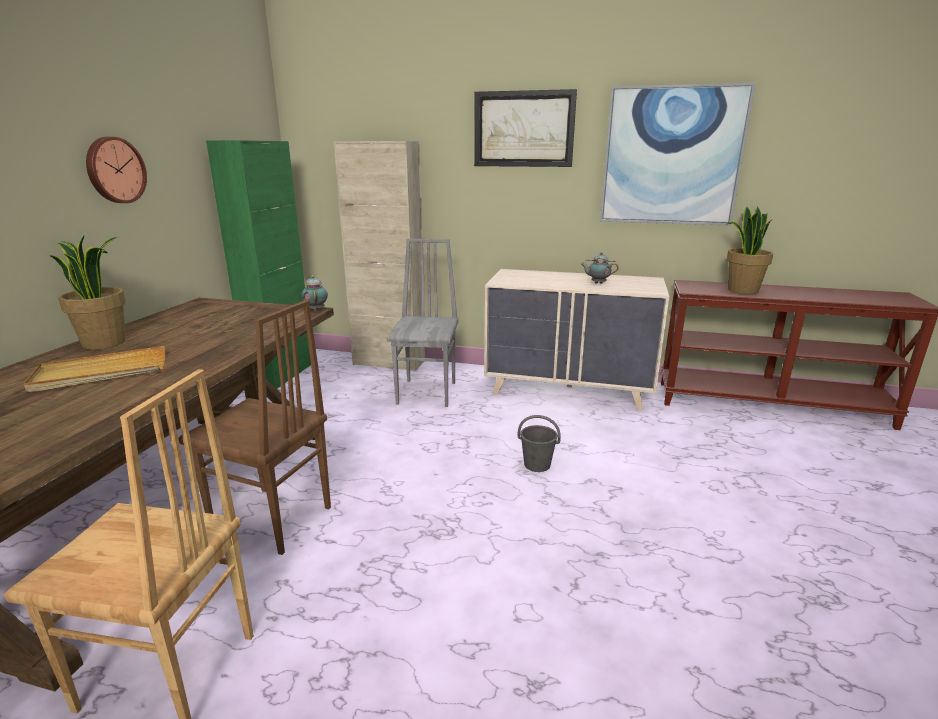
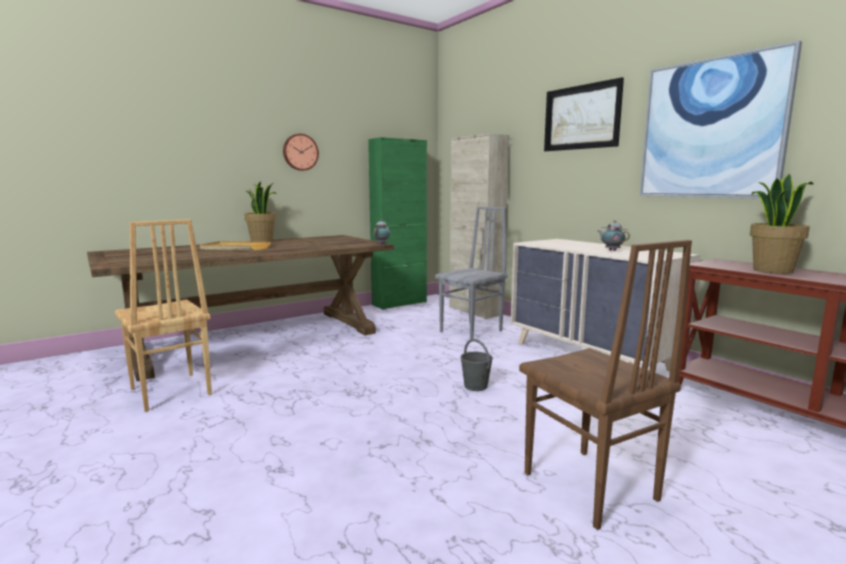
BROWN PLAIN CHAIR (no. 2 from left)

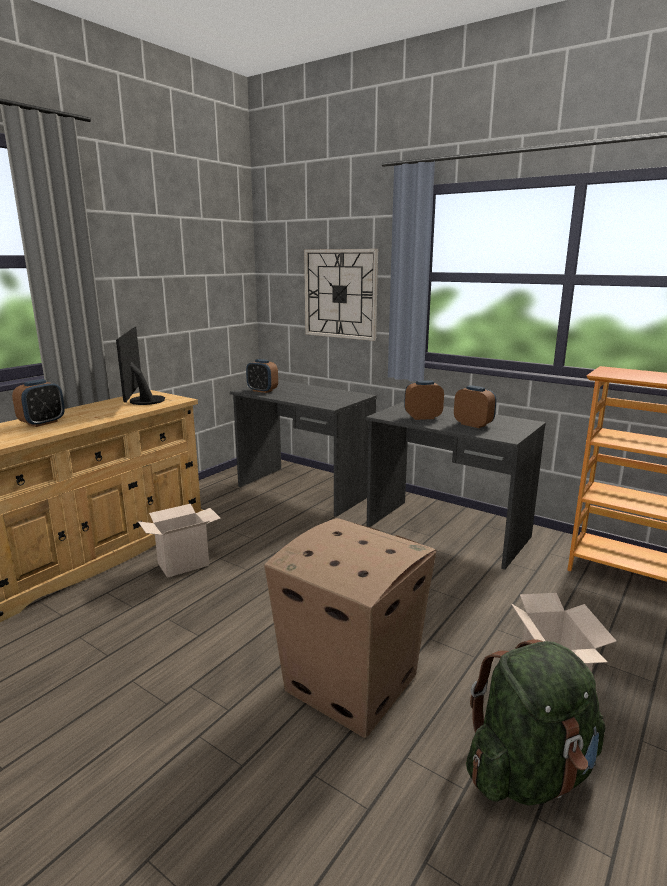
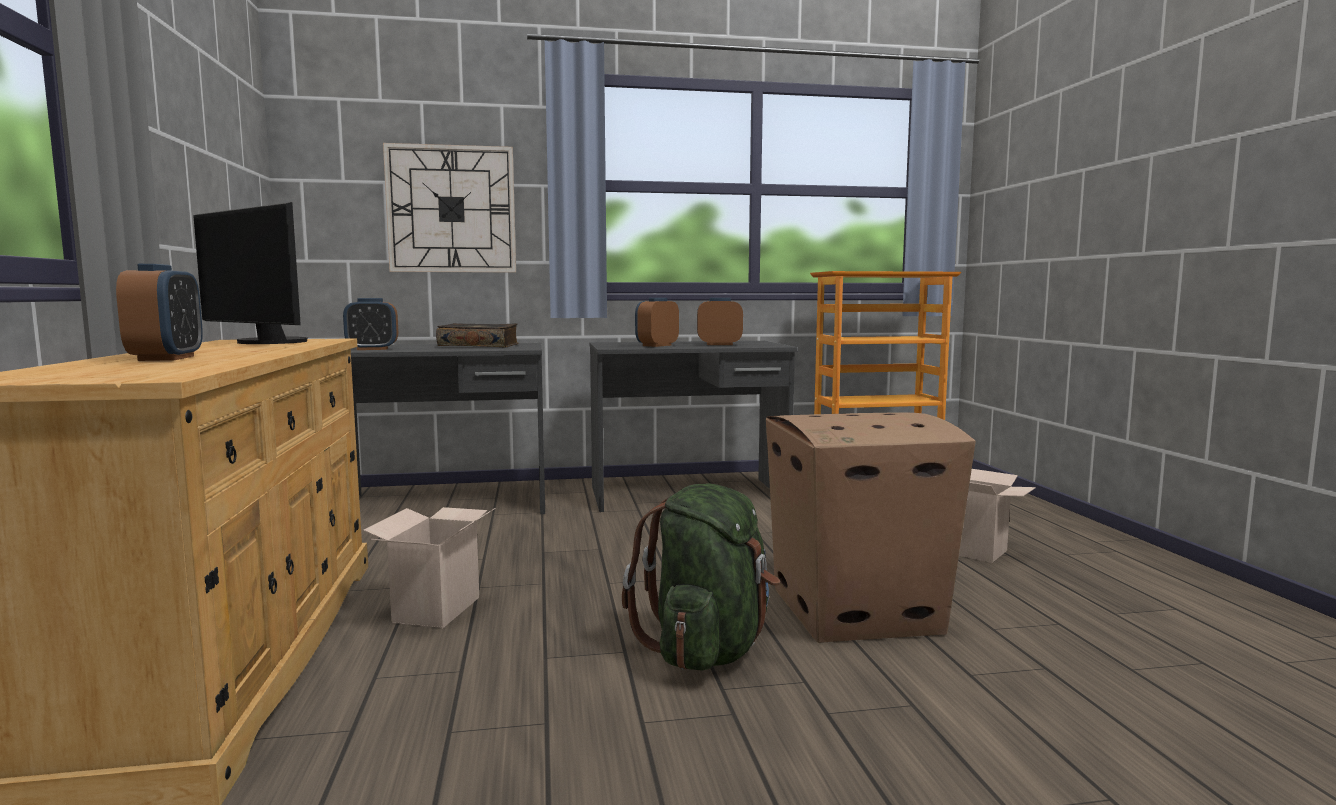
BOOK
GREEN BACKPACK

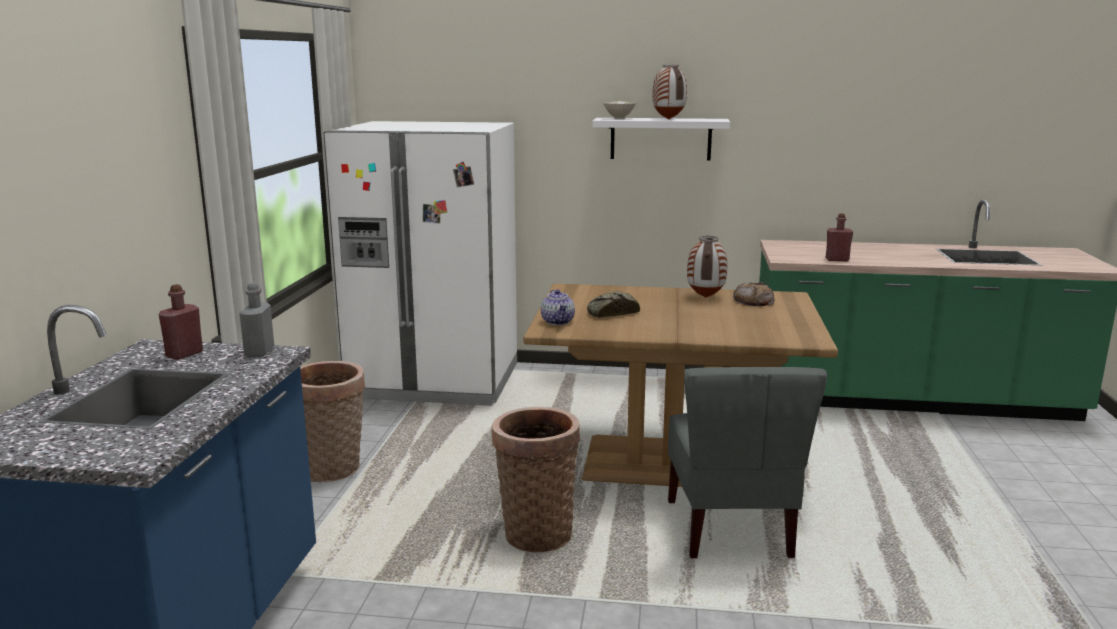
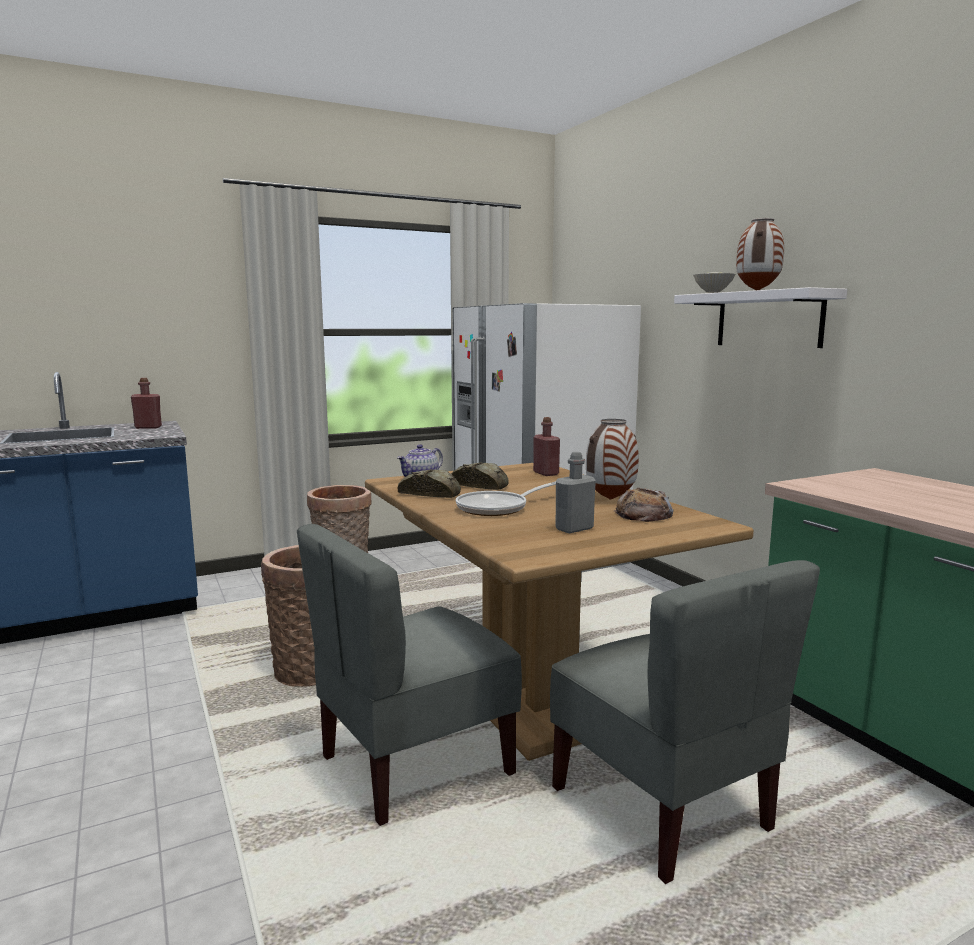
BREAD (no. 1 from left)
SKILLET
GREYISH PLAIN CHAIR (no. 2 from left)
GREYISH BEVERAGE BOTTLE
RED BEVERAGE BOTTLE (no. 2 from left)

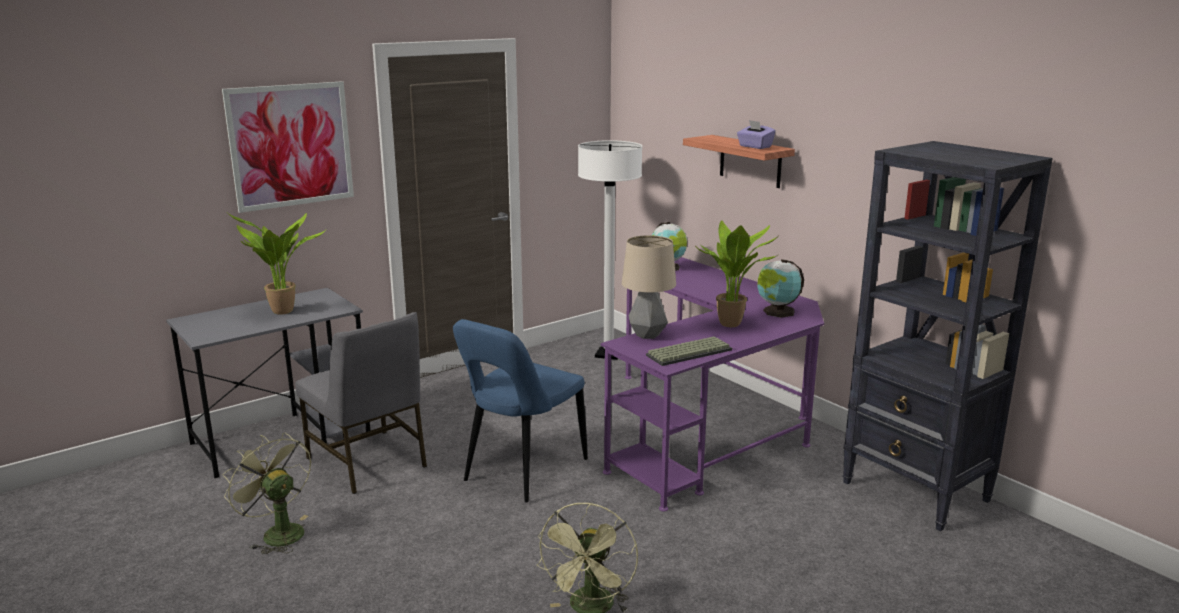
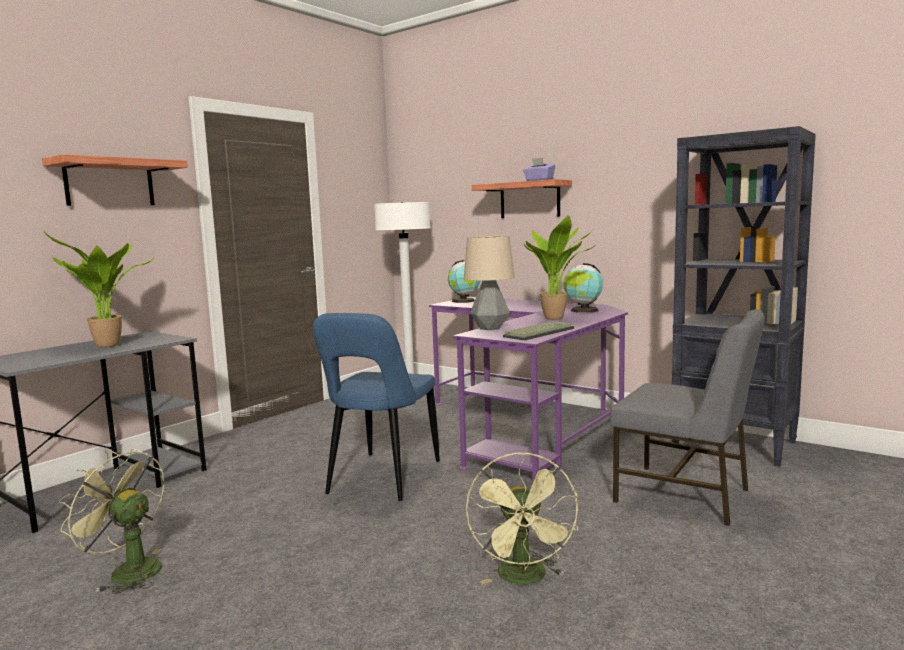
GREYISH PLAIN CHAIR
BRACKET SHELF (no. 1 from left)

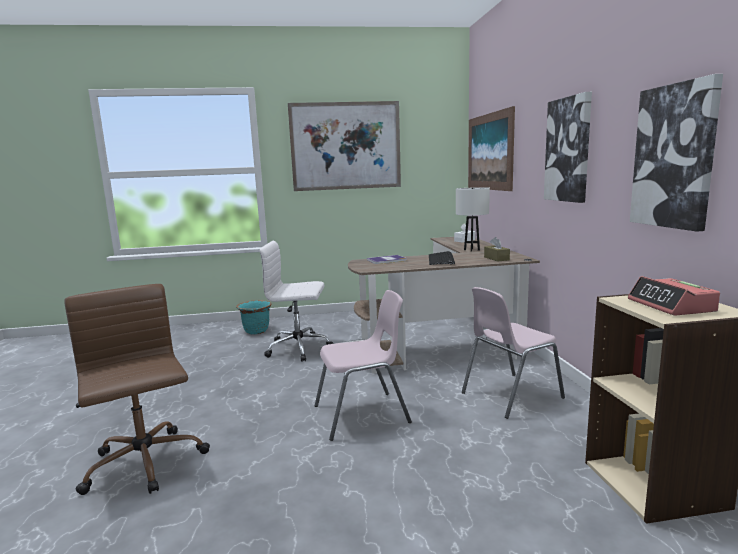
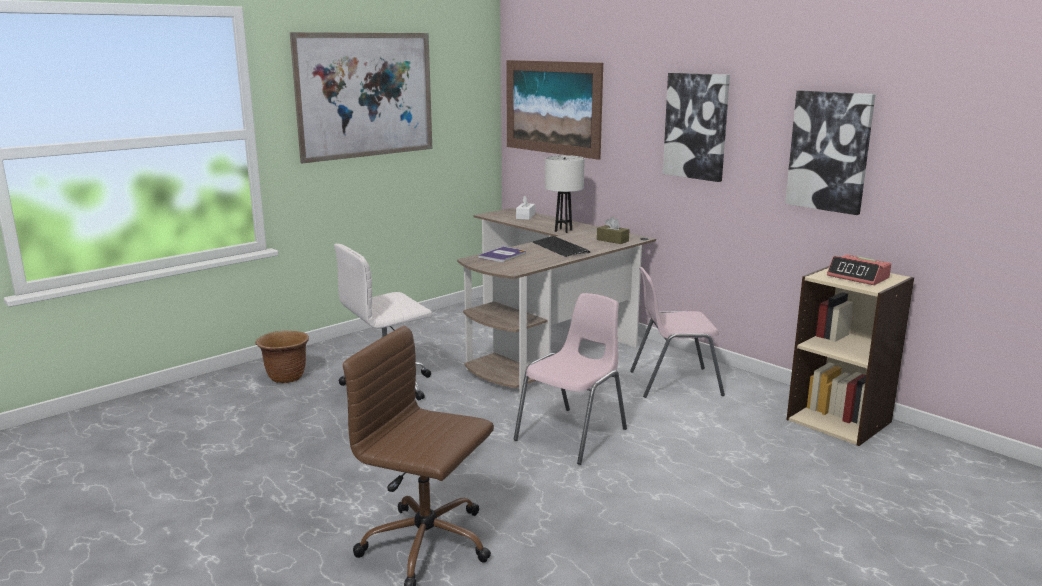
BROWN FLOWER POT
PINK-COLOURED PLAIN CHAIR (no. 2 from left)

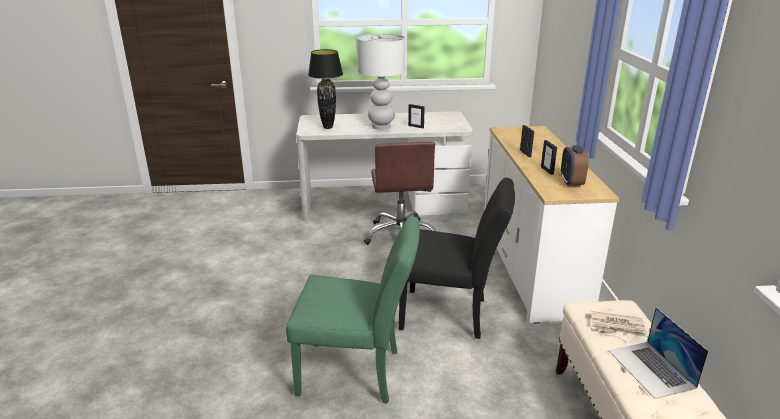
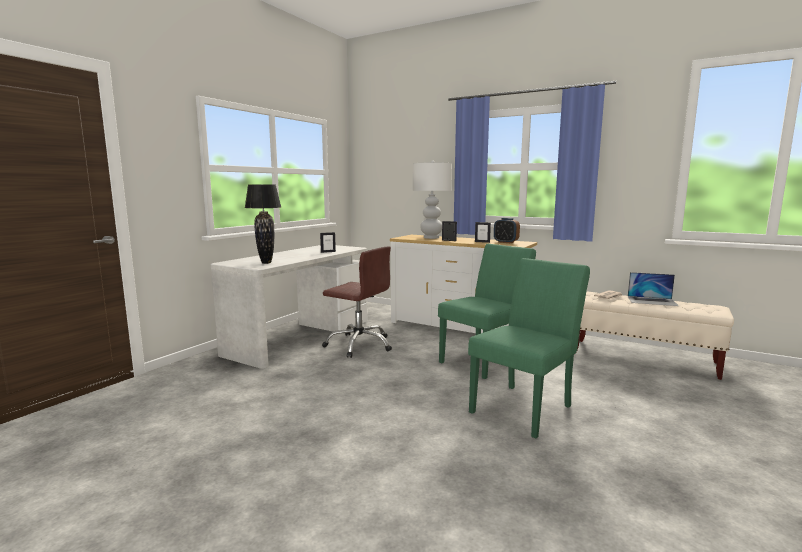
WHITISH TABLETOP LAMP
GREEN PLAIN CHAIR (no. 1 from left)

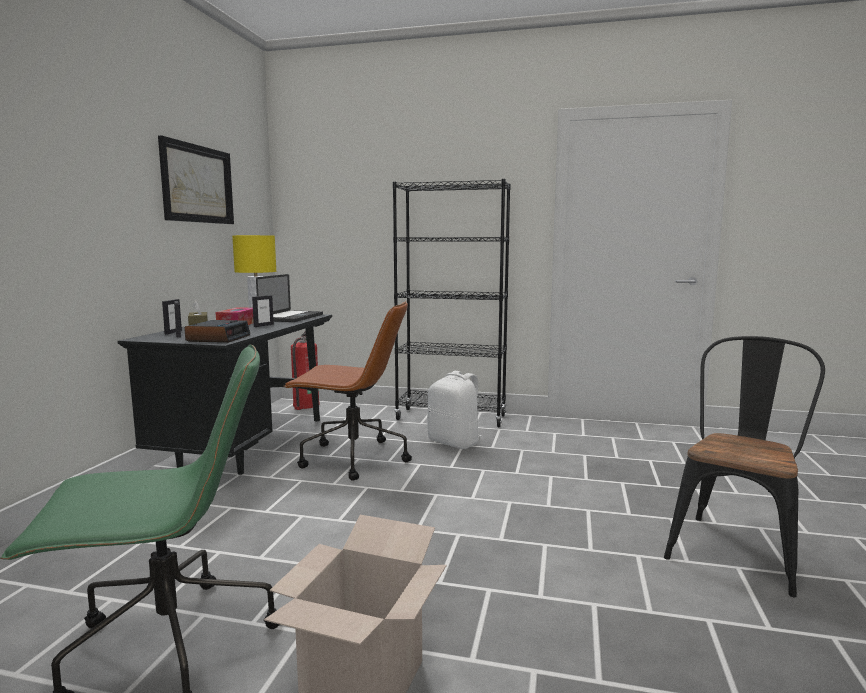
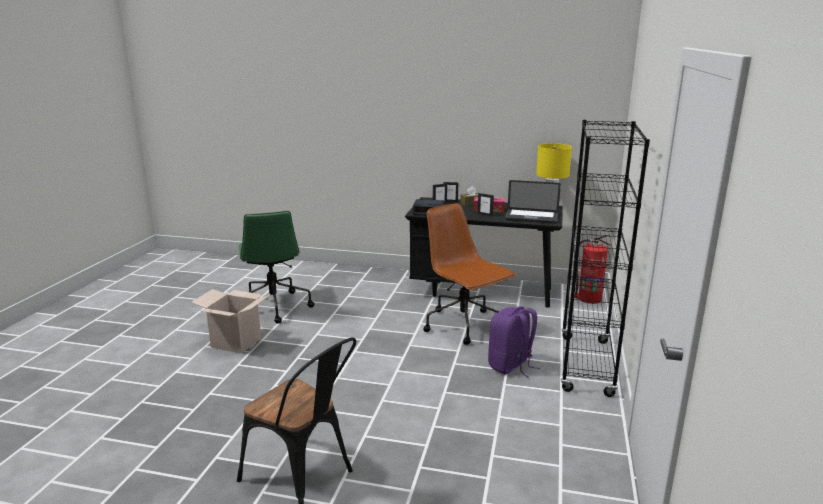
WALL ART
PURPLISH BACKPACK
BROWN COMPUTER CHAIR

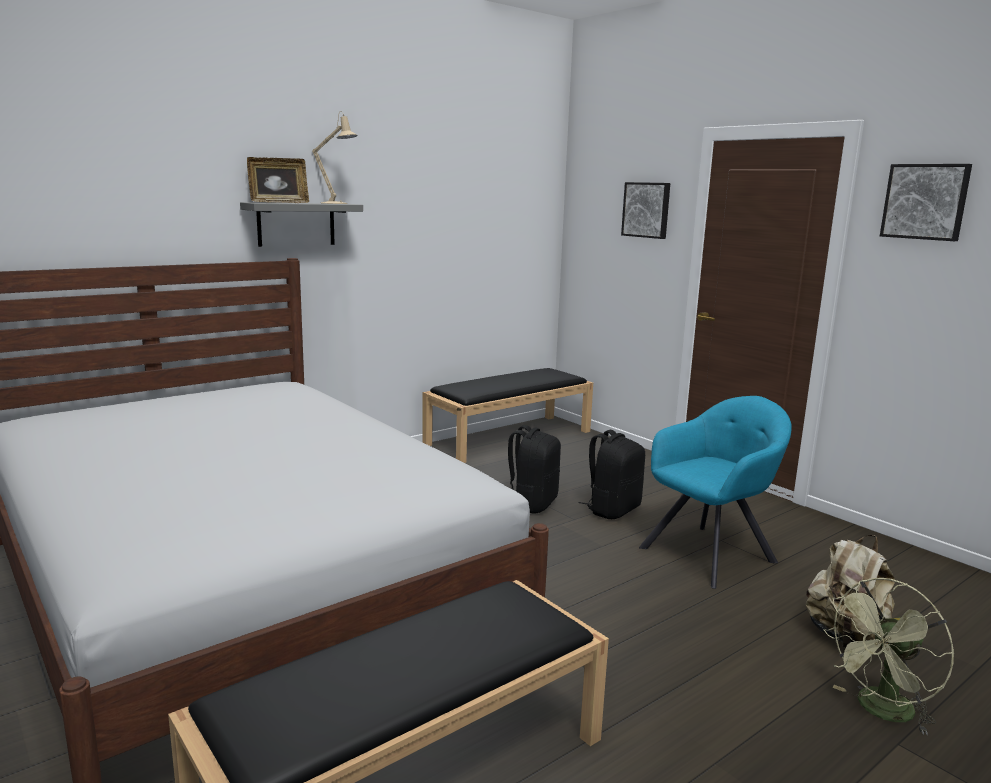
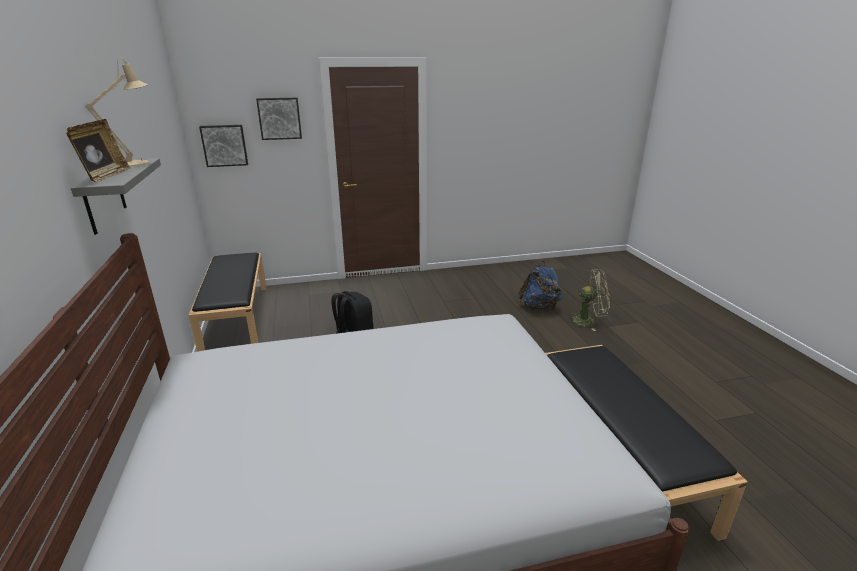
BLACK-COLOURED BACKPACK (no. 2 from left in the first image)
BLUE-GREEN ARMCHAIR
WALL ART (no. 1 from left)
BLUE-COLOURED BACKPACK
GREEN ELECTRIC FAN

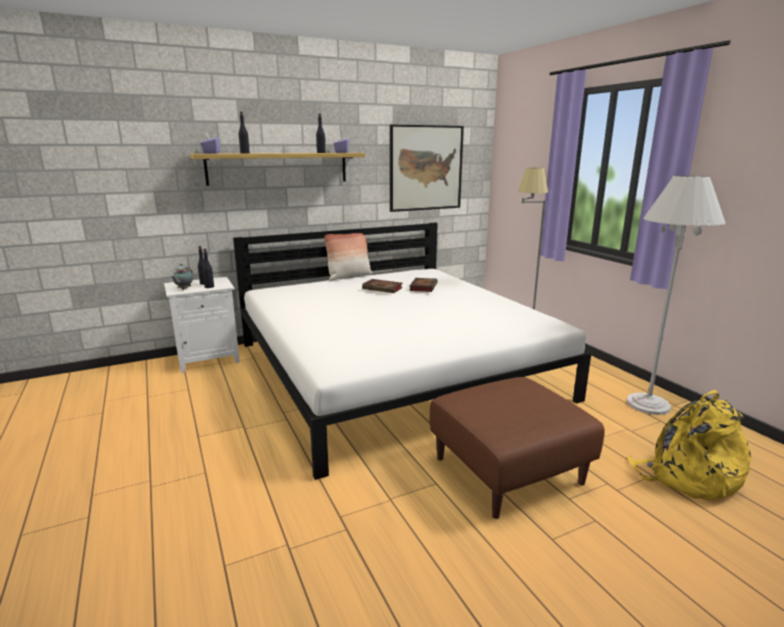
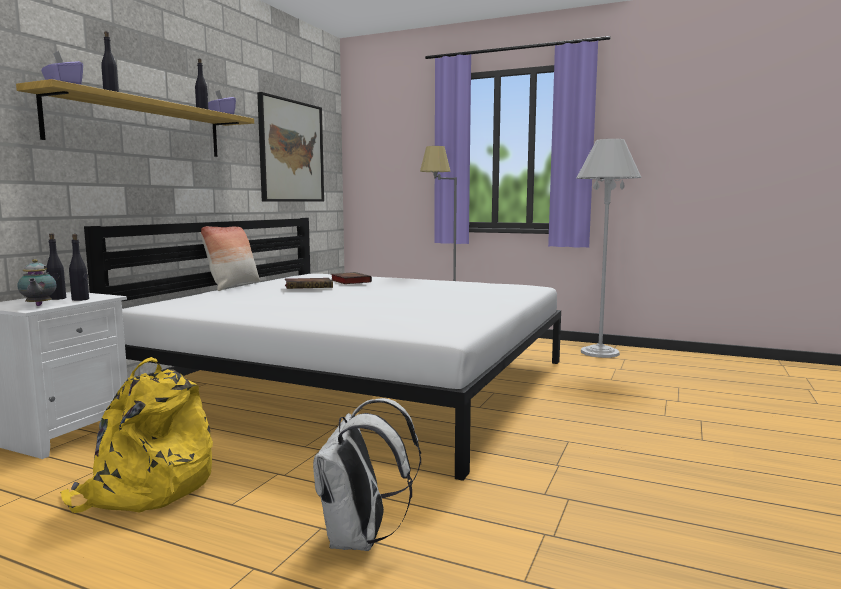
BROWN POUFFE
WHITISH BACKPACK
YELLOW BACKPACK

